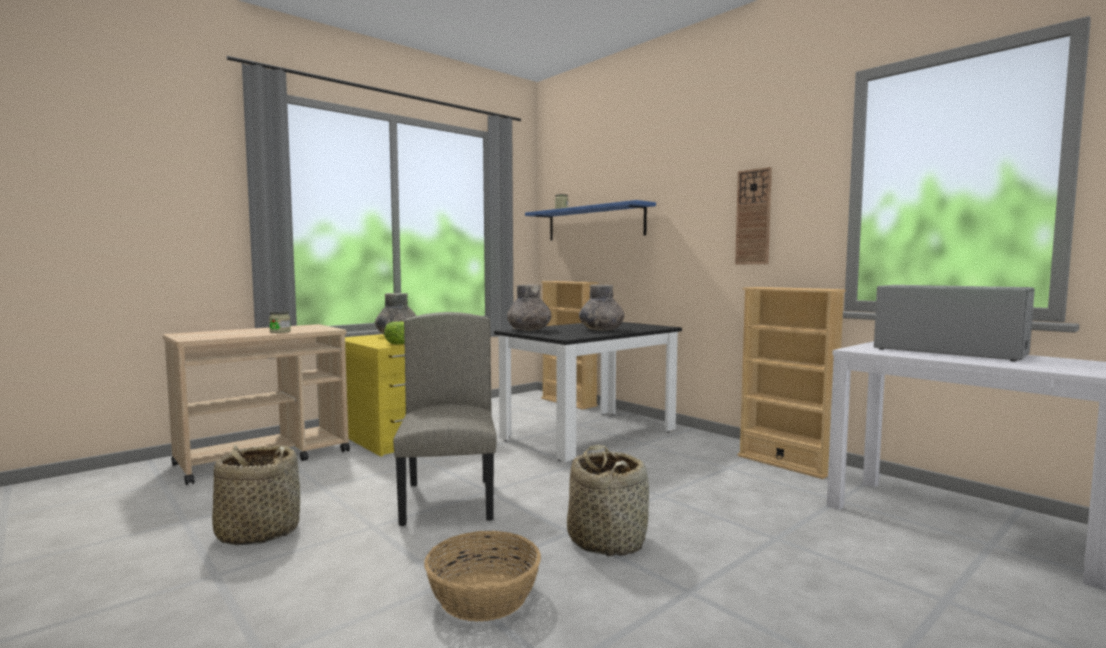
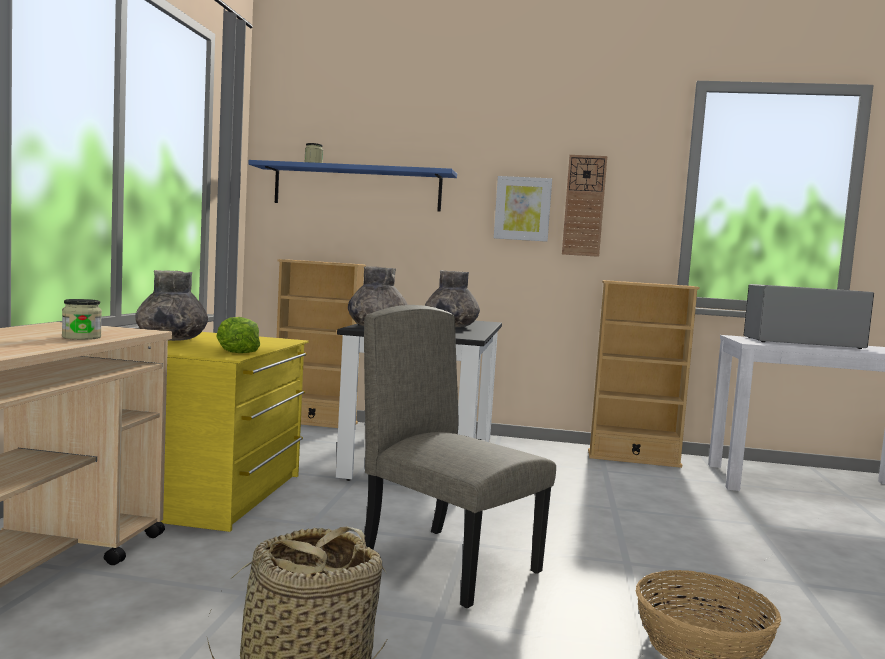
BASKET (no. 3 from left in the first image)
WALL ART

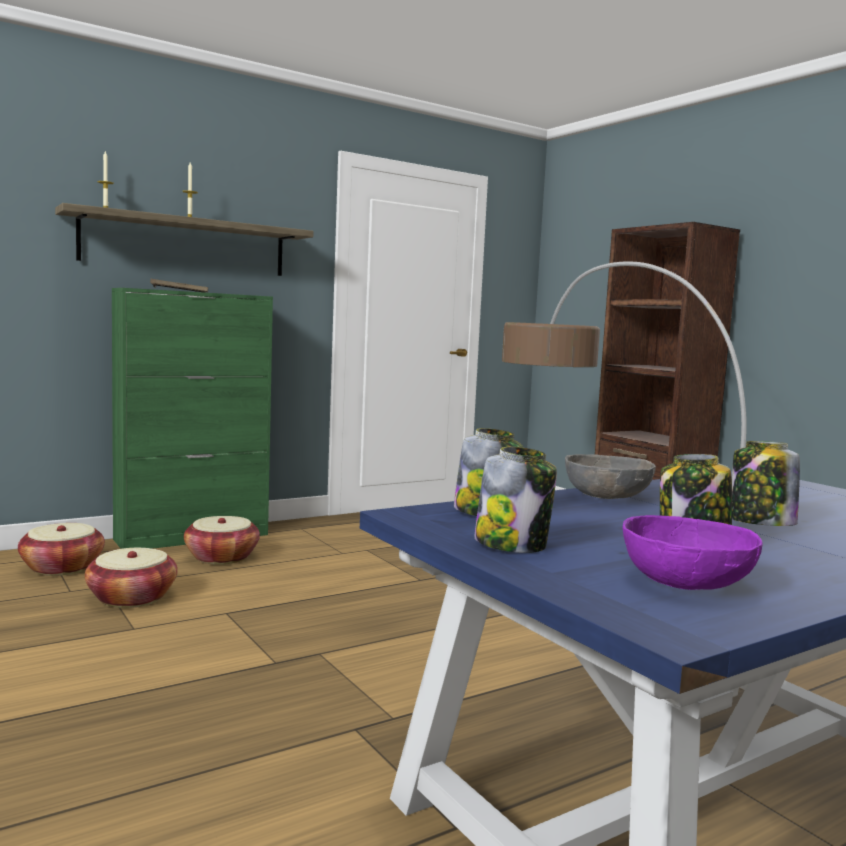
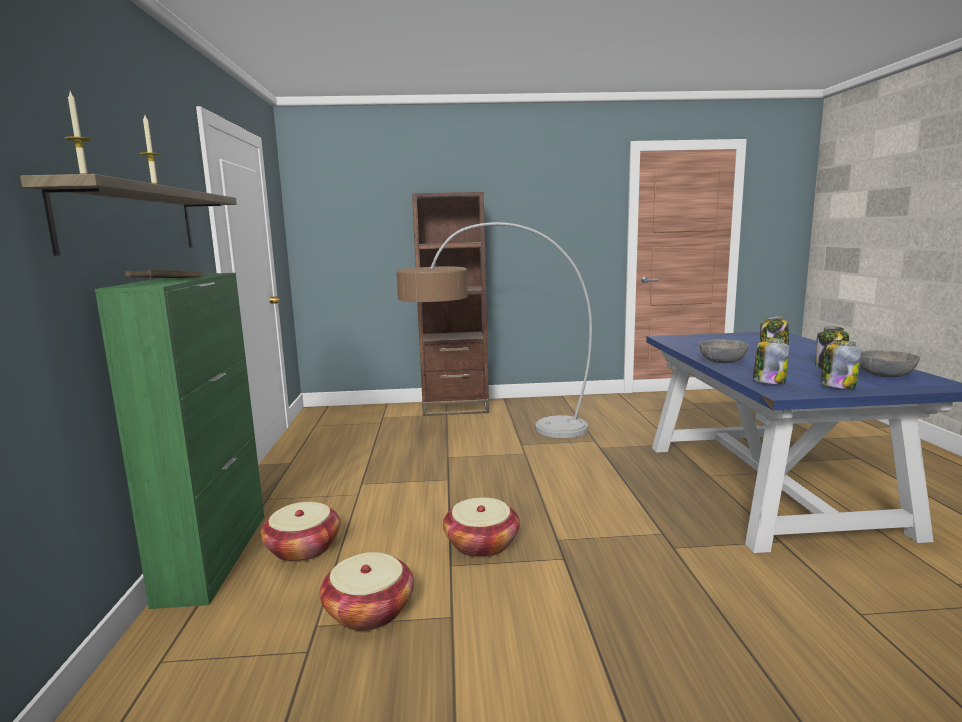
BASKET (no. 3 from left)
GREYISH DEEP DISH (no. 2 from left)

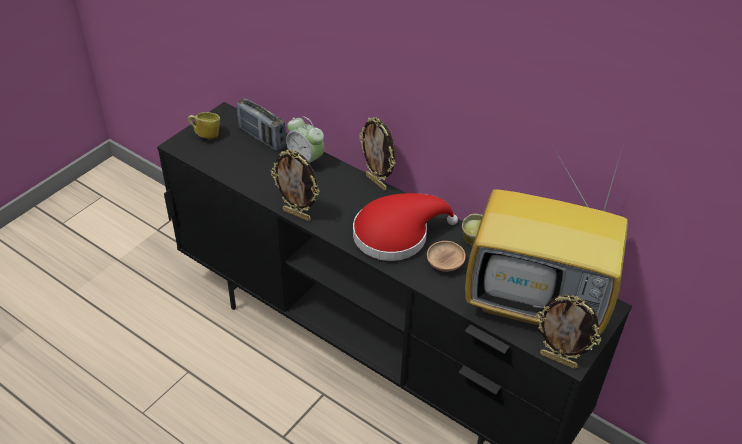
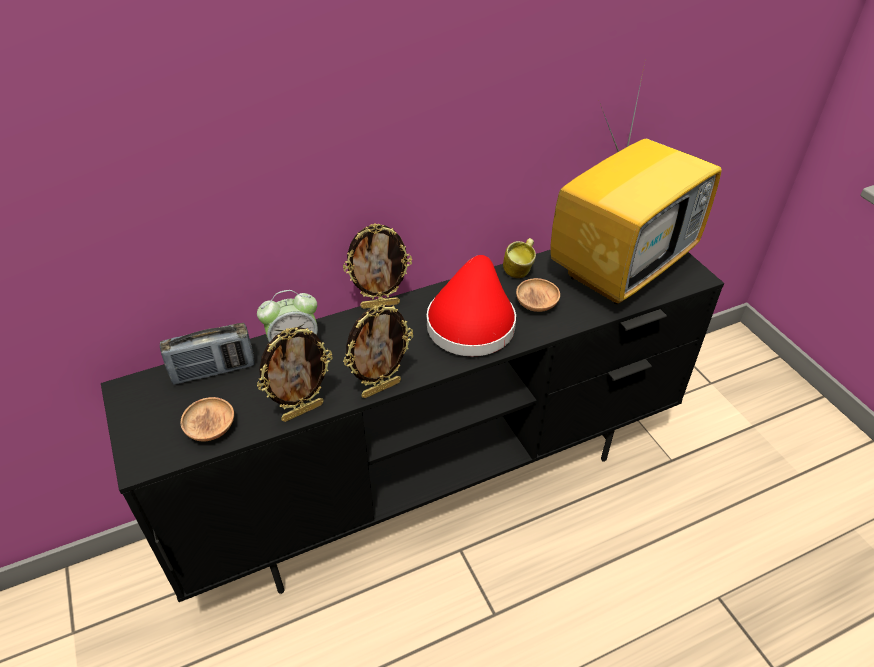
MUG (no. 1 from left in the first image)
BROWN DEEP DISH (no. 1 from left)
STANDING FRAME (no. 1 from left)

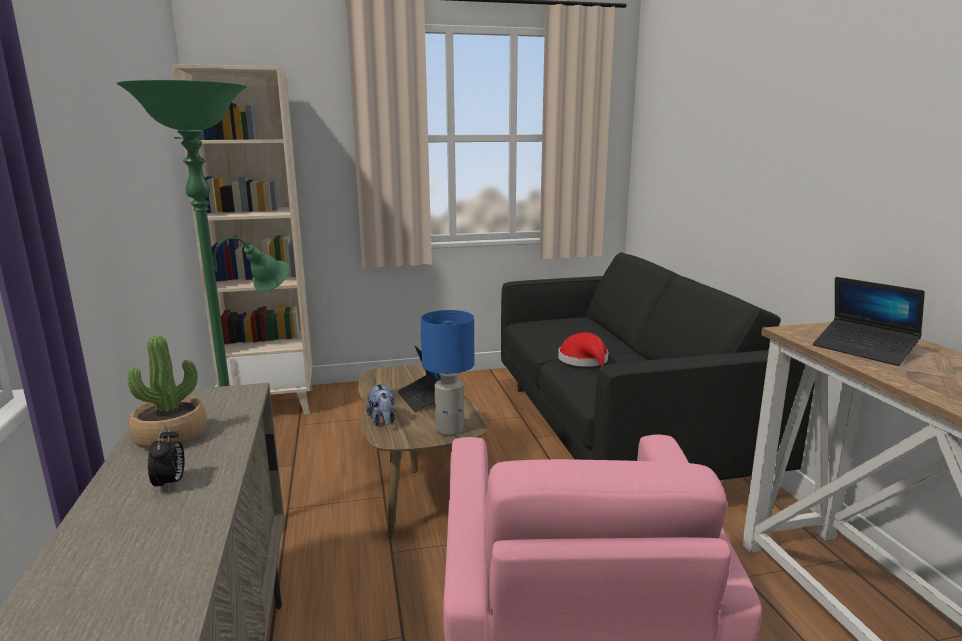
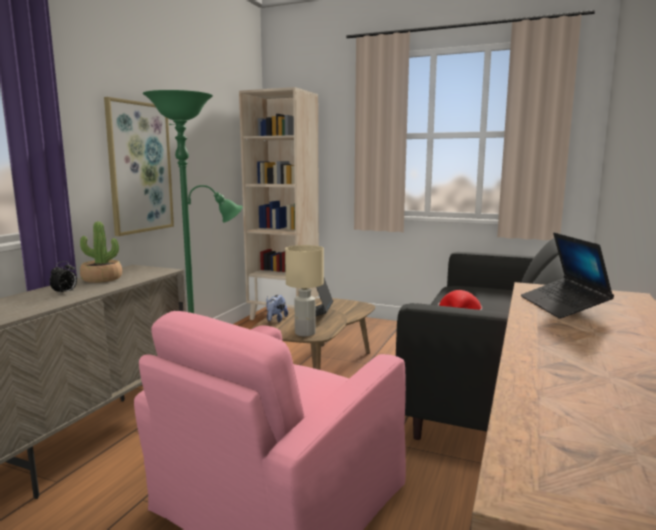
WALL ART
BEIGE-COLOURED TABLETOP LAMP

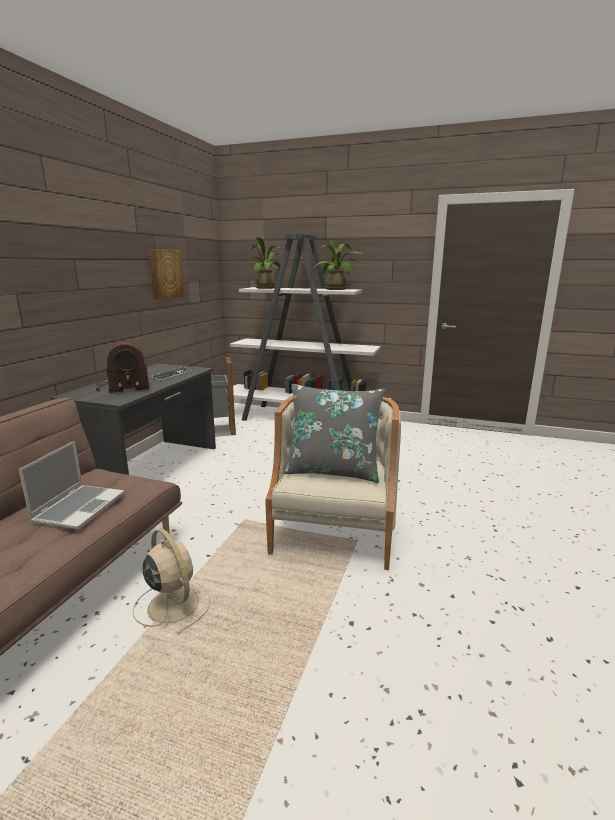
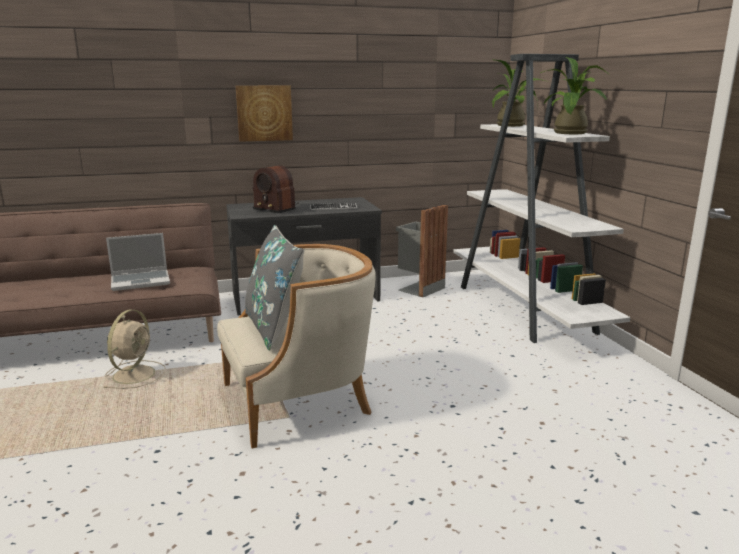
WALL ART

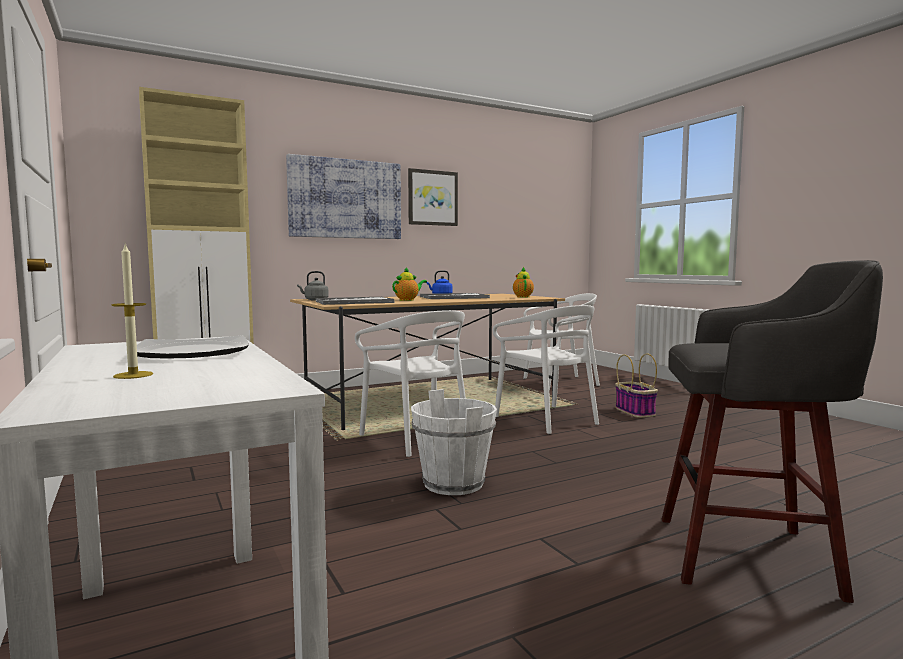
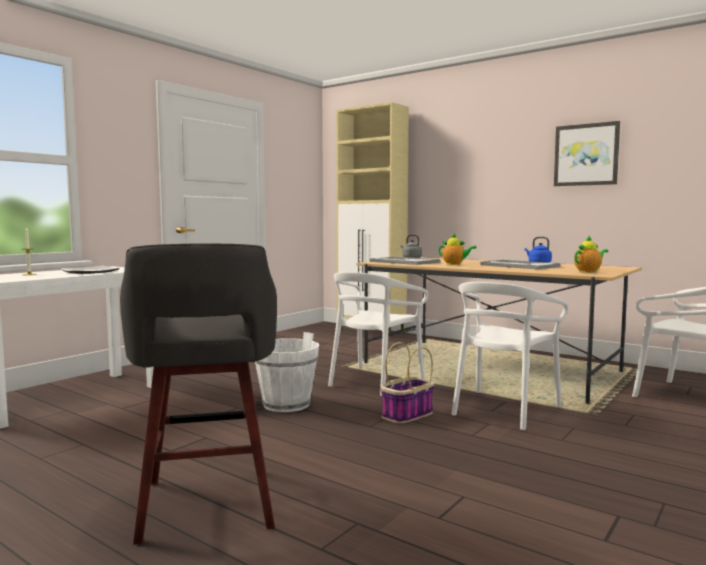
WALL ART (no. 1 from left in the first image)
BASKET

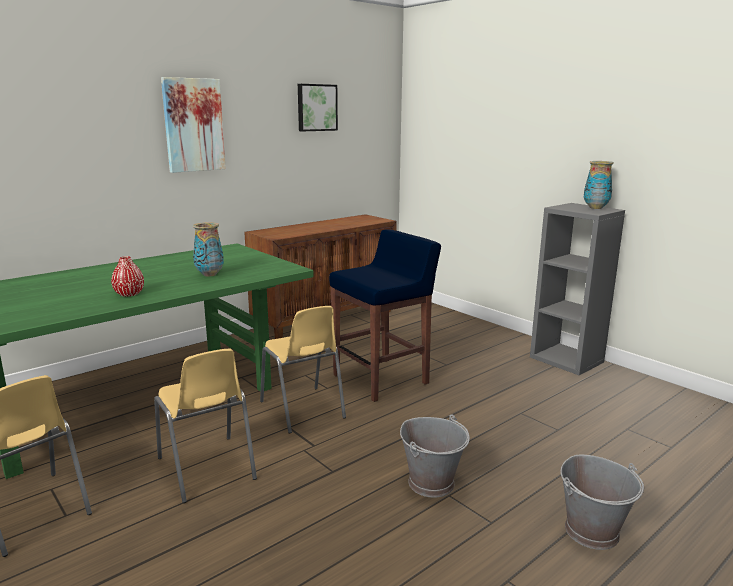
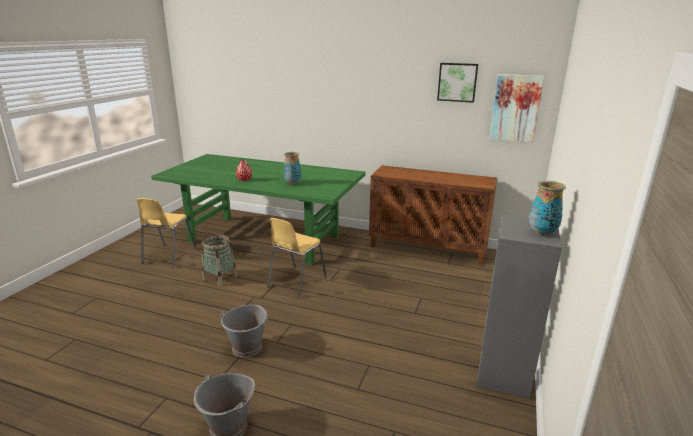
BLUE-COLOURED STOOL
WALL ART (no. 2 from left)
BASKET

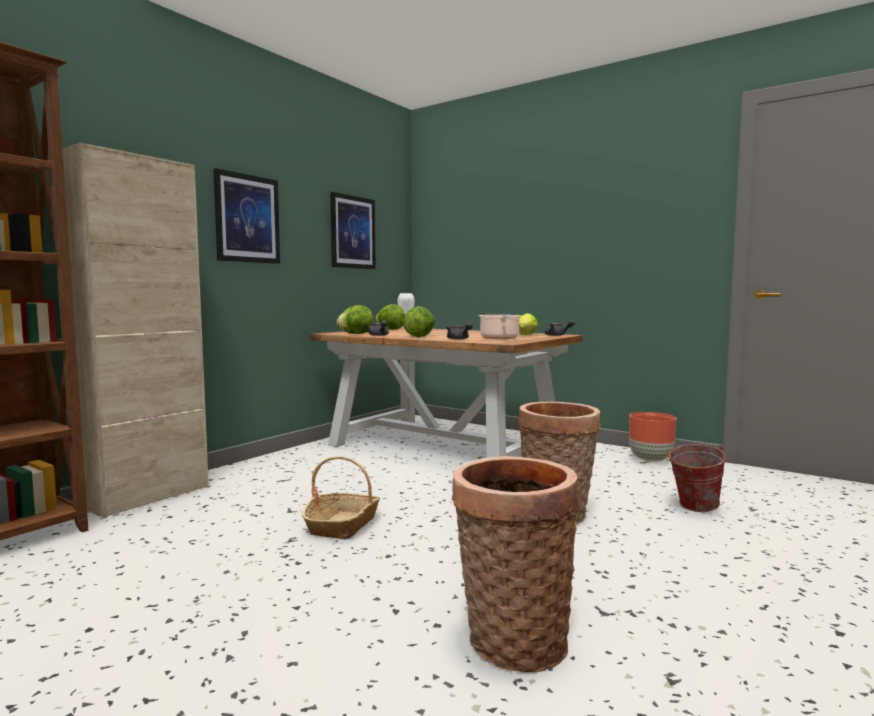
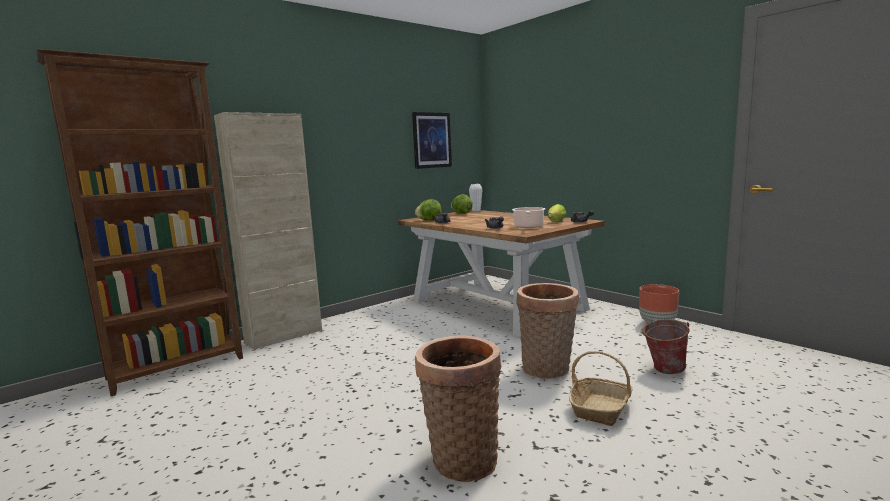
WALL ART (no. 1 from left in the first image)
LETTUCE HEAD (no. 3 from left in the first image)
BASKET (no. 3 from left)

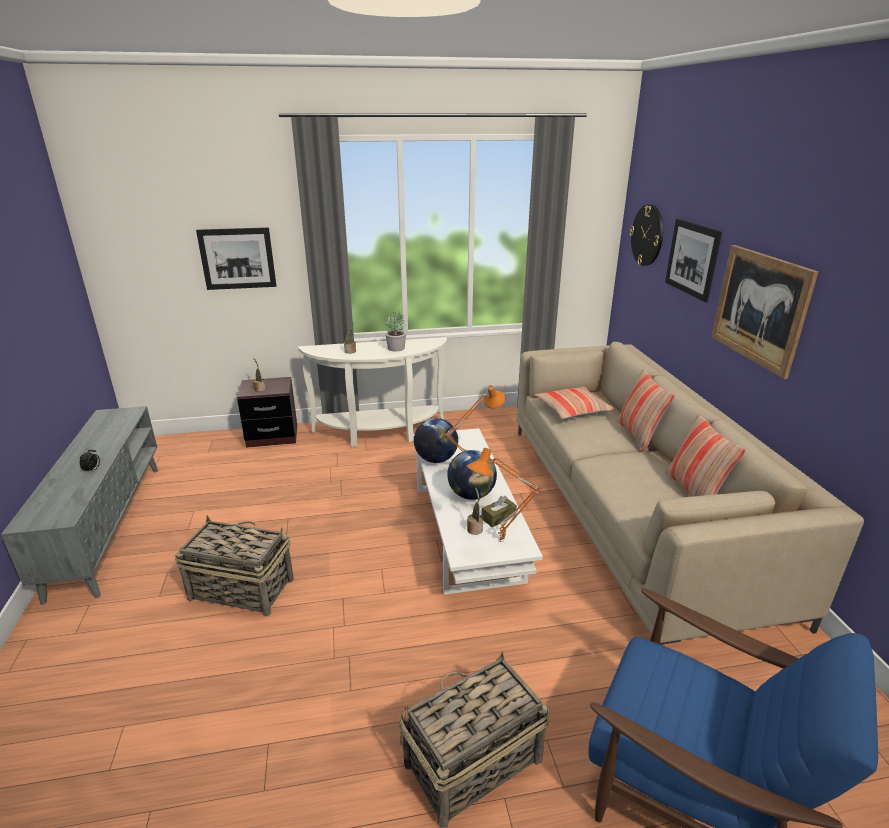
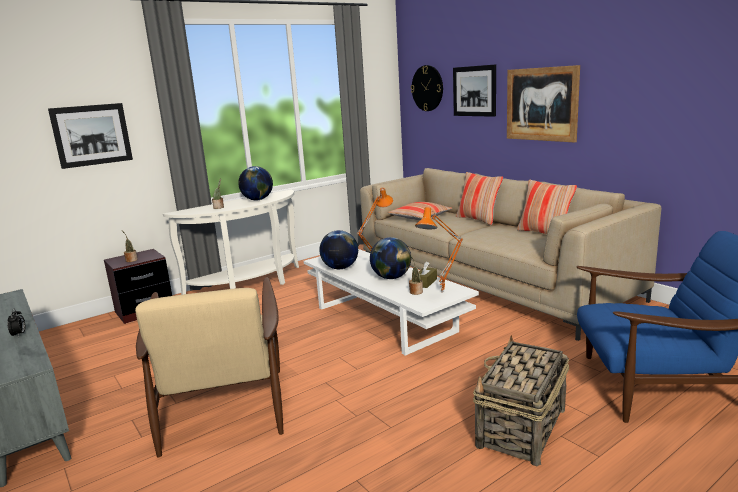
BEIGE-COLOURED ARMCHAIR
WORLD GLOBE (no. 1 from left)

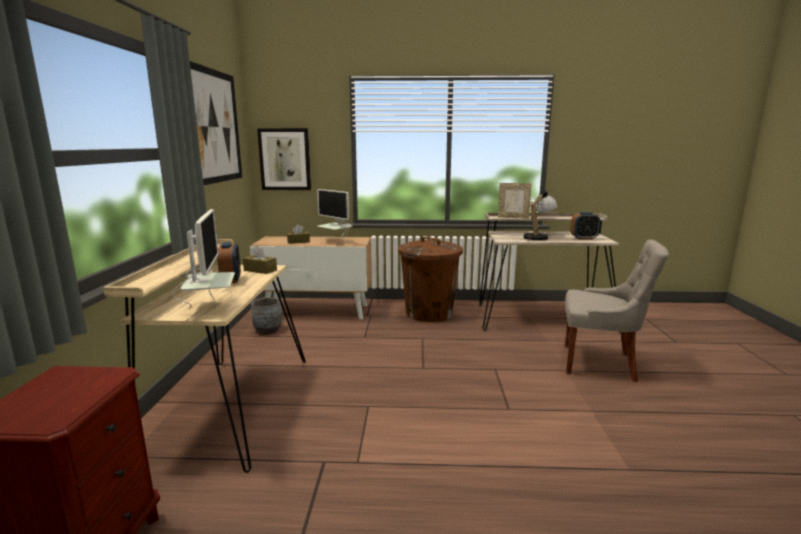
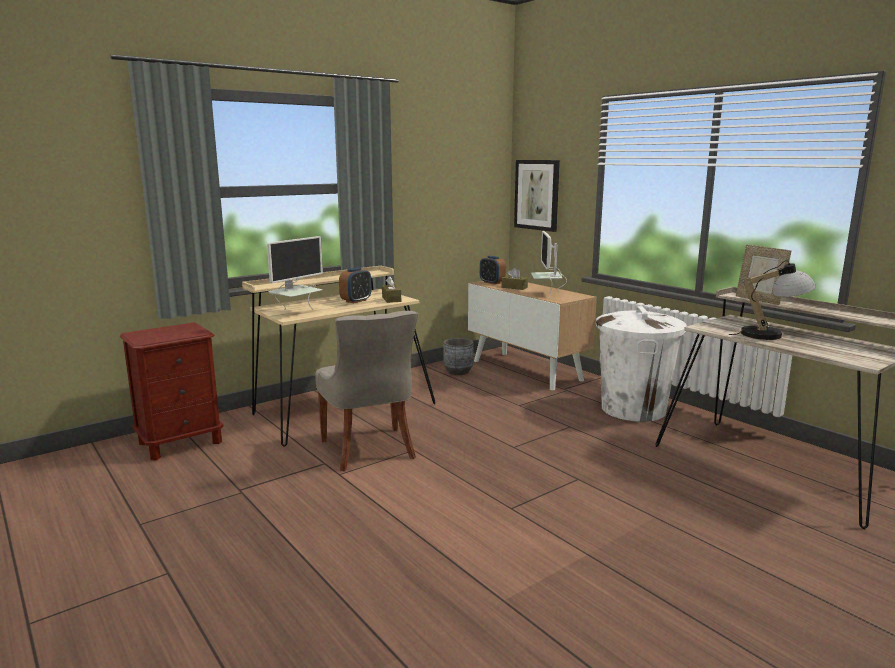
WALL ART (no. 1 from left in the first image)
GREYISH PLAIN CHAIR
ALARM CLOCK (no. 2 from left)
WHITISH RUBBISH BIN

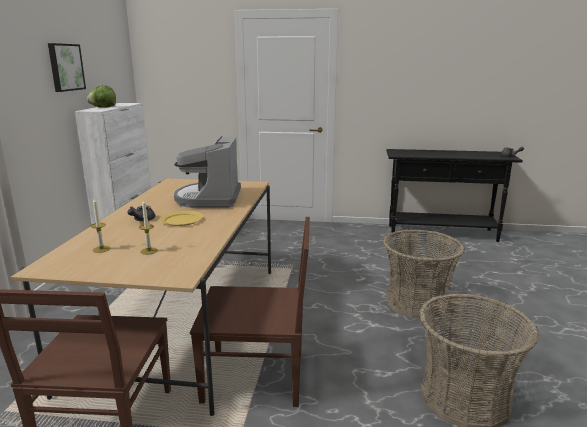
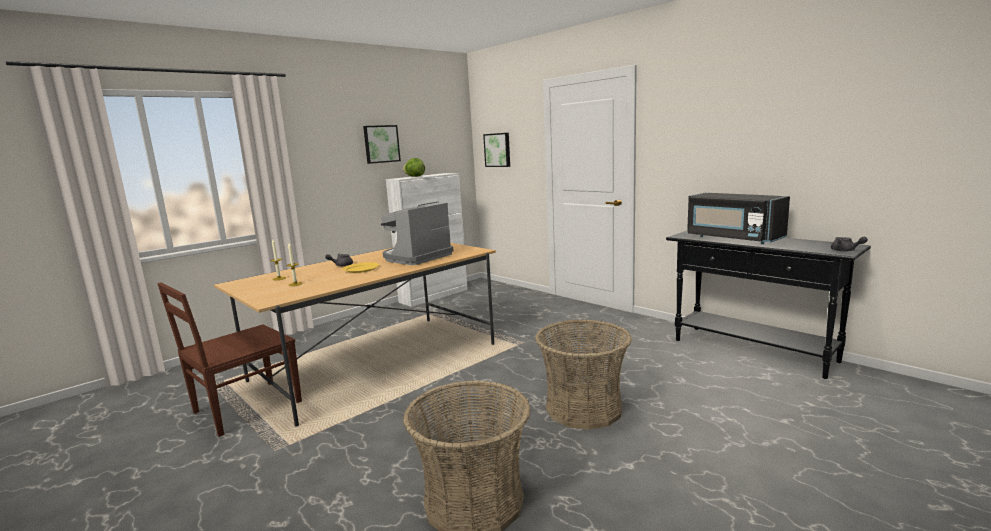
BROWN PLAIN CHAIR (no. 2 from left in the first image)
WALL ART (no. 2 from left)
BLACK-COLOURED MICROWAVE

